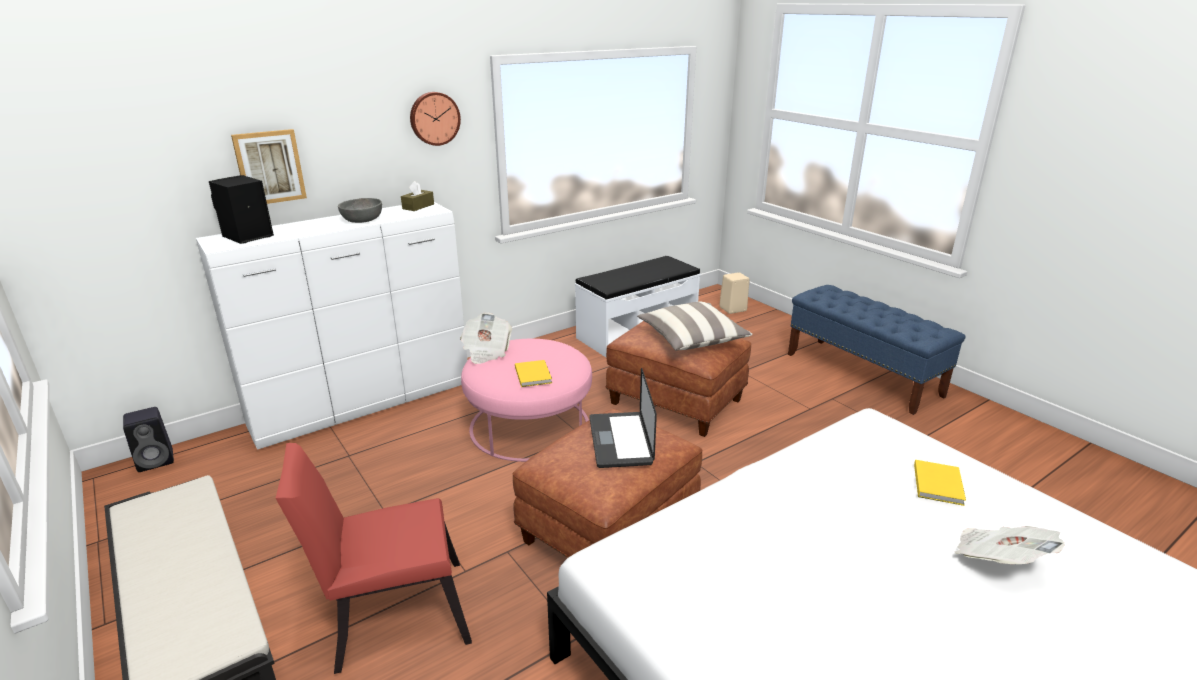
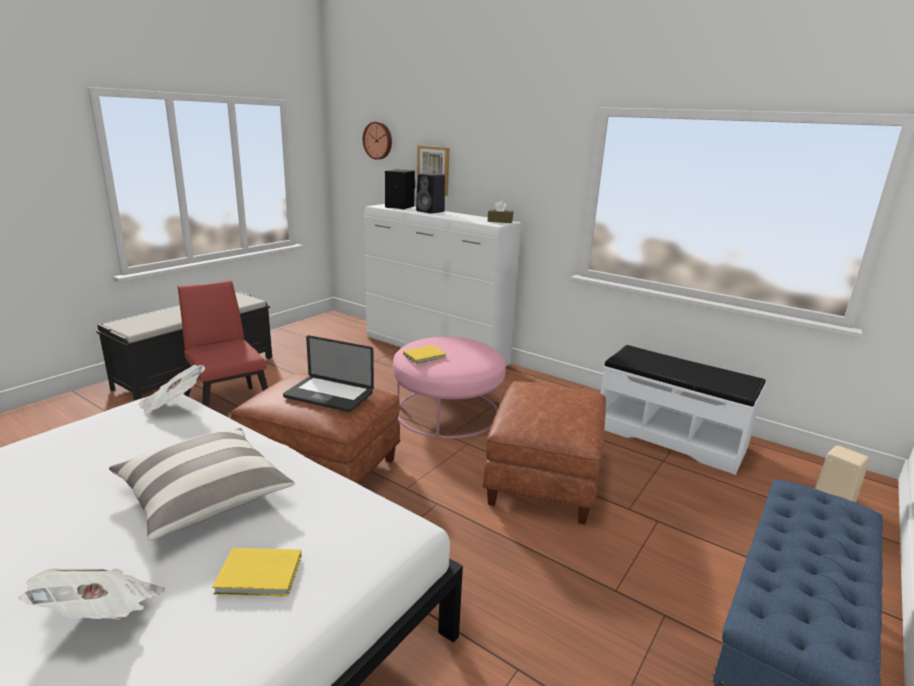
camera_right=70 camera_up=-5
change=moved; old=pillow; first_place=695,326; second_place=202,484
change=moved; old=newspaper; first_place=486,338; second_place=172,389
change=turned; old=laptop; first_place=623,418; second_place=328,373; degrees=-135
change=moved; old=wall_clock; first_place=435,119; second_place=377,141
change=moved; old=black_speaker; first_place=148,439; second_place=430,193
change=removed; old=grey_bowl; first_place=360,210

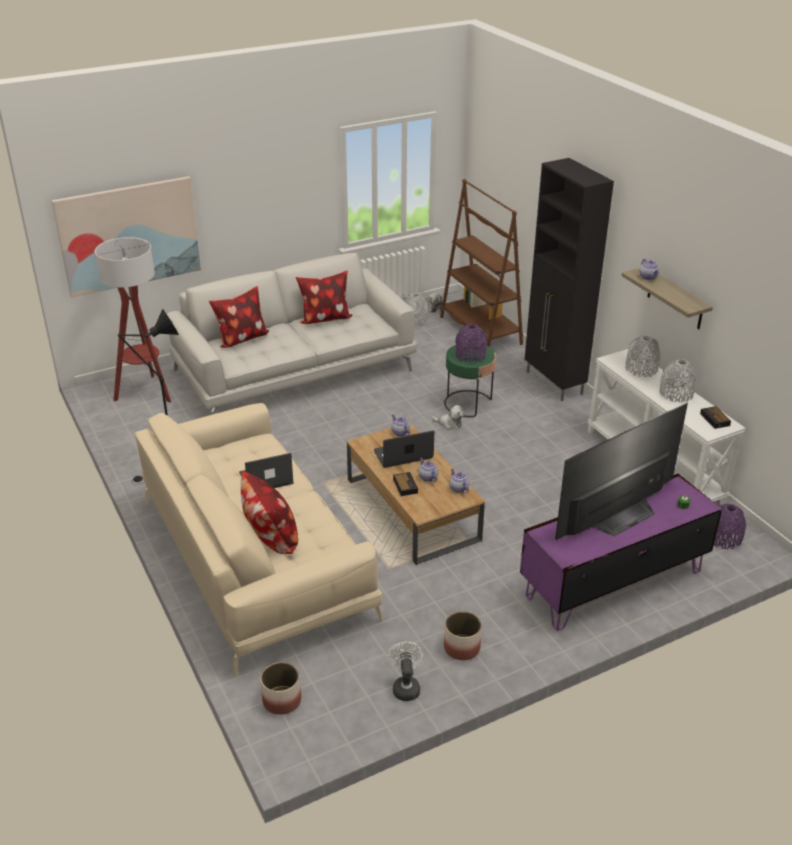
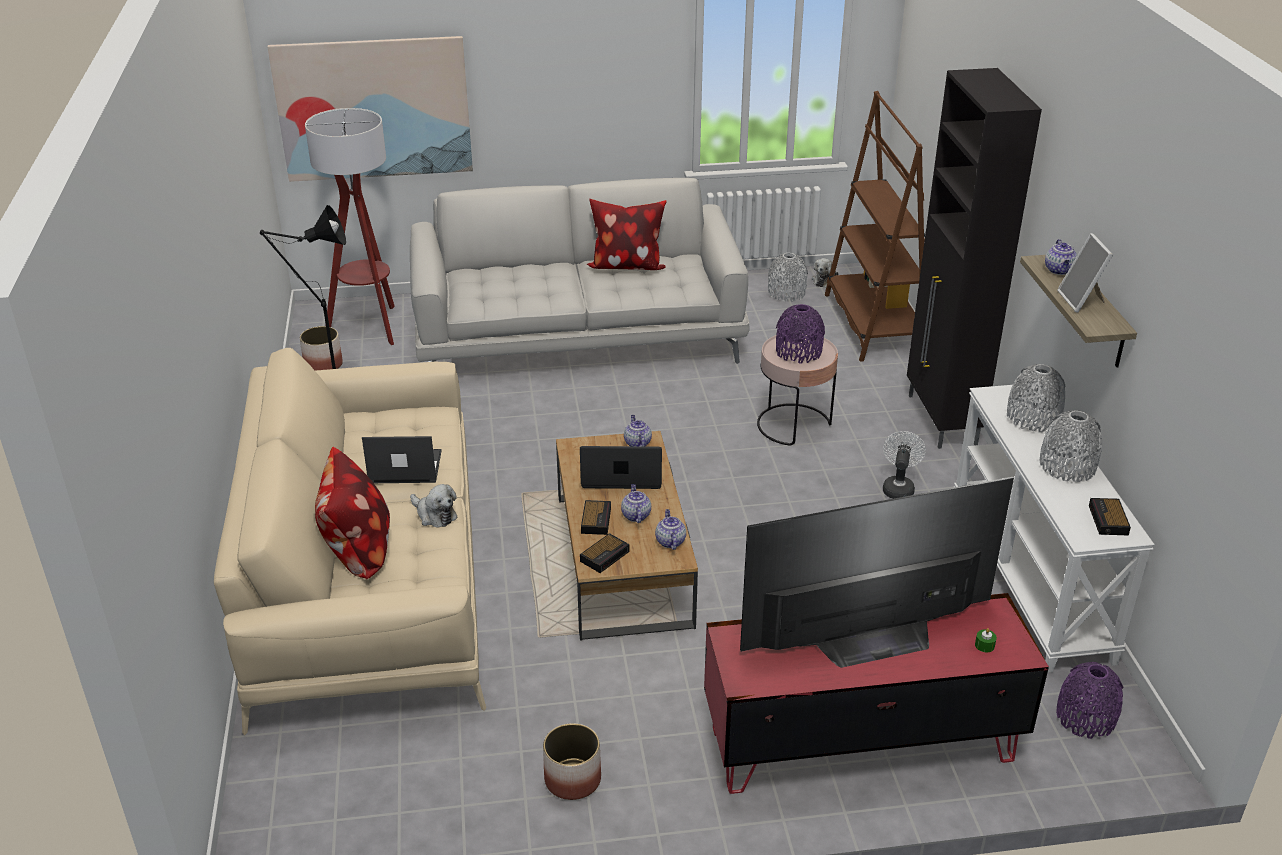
camera_right=20 camera_up=0
change=moved; old=planter; first_place=280,688; second_place=321,348
change=moved; old=plush_toy; first_place=447,417; second_place=433,506
change=added; new=alarm_clock; second_place=605,553
change=recoloured; old=purple_tv_stand; new=red_tv_stand; first_place=621,552; second_place=876,693
change=recoloured; old=green_side_table; new=pink_side_table; first_place=470,381; second_place=797,389
change=moved; old=white_fan; first_place=405,671; second_place=904,465
change=added; new=picture_frame; second_place=1085,273
change=removed; old=pillow; first_place=239,317

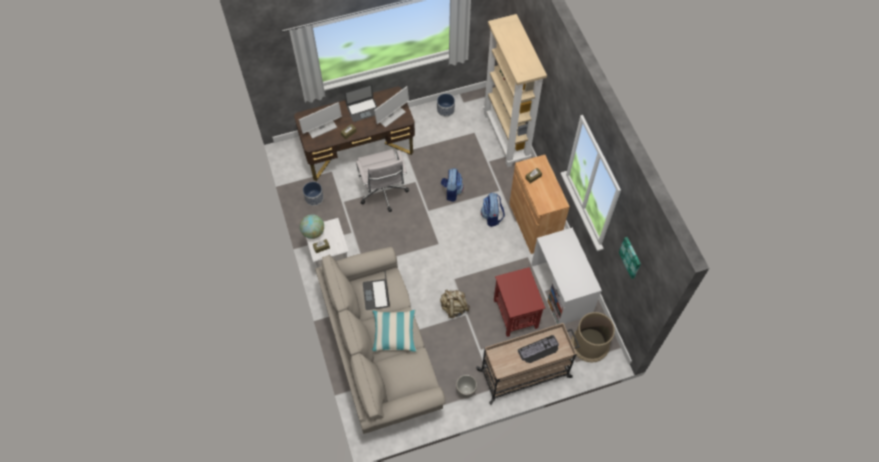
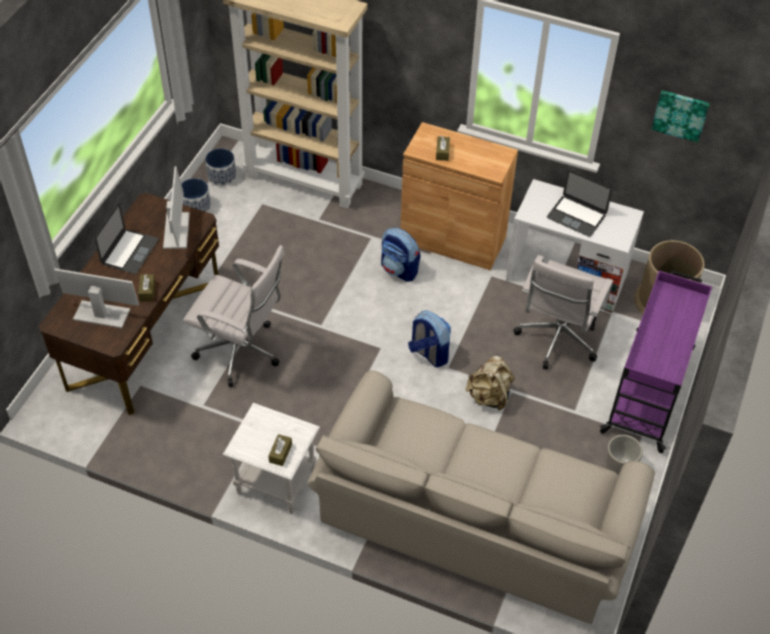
camera_right=-50 camera_up=-10
change=turned; old=monitor; first_place=320,120; second_place=96,298; degrees=-90
change=moved; old=planter; first_place=313,194; second_place=220,167
change=moved; old=backpack; first_place=452,185; second_place=429,339
change=replaced; old=red_side_table; new=white_office_chair; first_place=519,302; second_place=563,312
change=moved; old=laptop; first_place=376,289; second_place=579,203
change=recoloured; old=beige_cart; new=purple_cart; first_place=528,363; second_place=655,361
change=removed; old=globe; first_place=312,226
change=removed; old=pillow; first_place=394,331
change=removed; old=keyboard; first_place=538,349

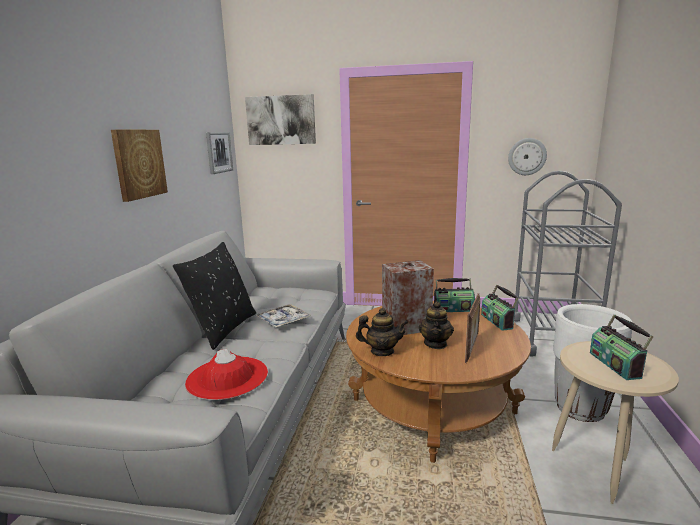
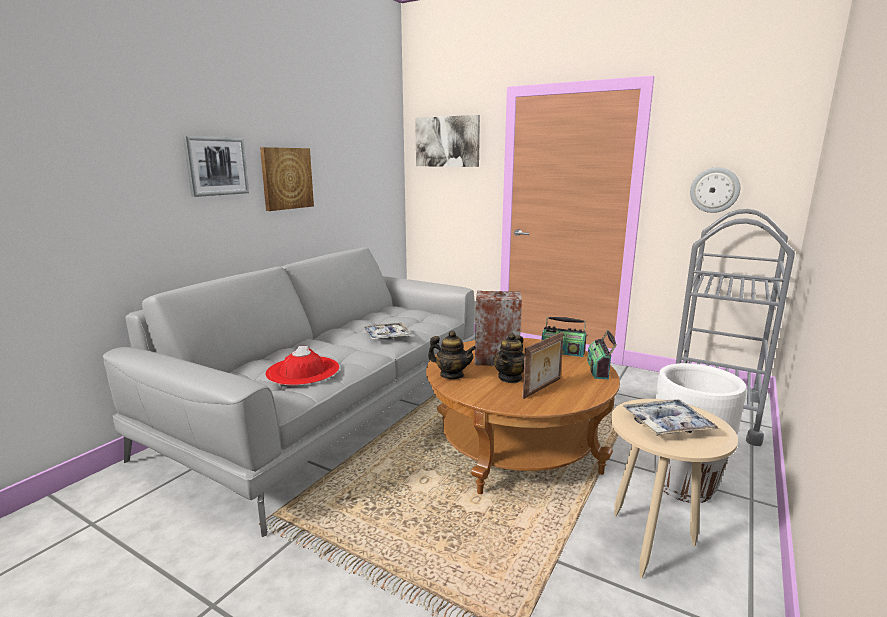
camera_right=20 camera_up=0
change=moved; old=picture; first_place=219,153; second_place=216,166
change=replaced; old=radio; new=tray; first_place=622,347; second_place=670,417
change=removed; old=black_pillow; first_place=214,296

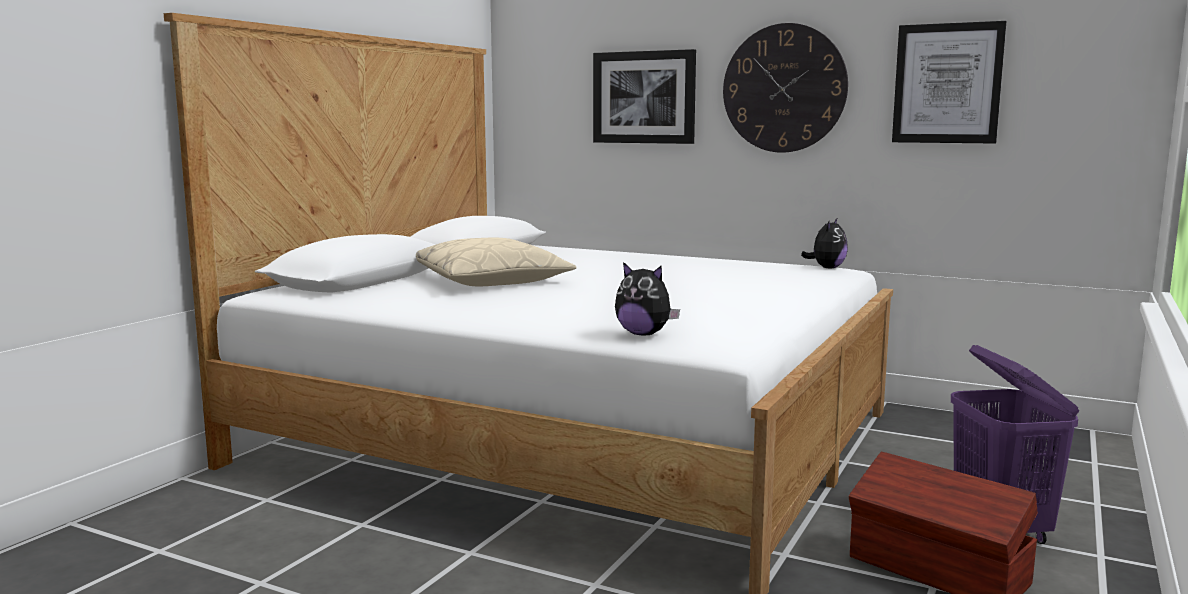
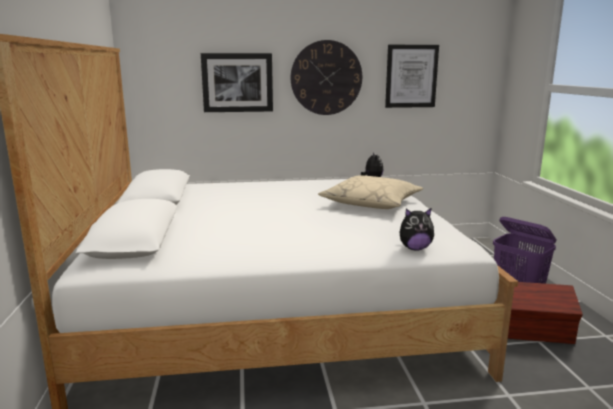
camera_right=-35 camera_up=5
change=moved; old=beige_pillow; first_place=496,262; second_place=370,192

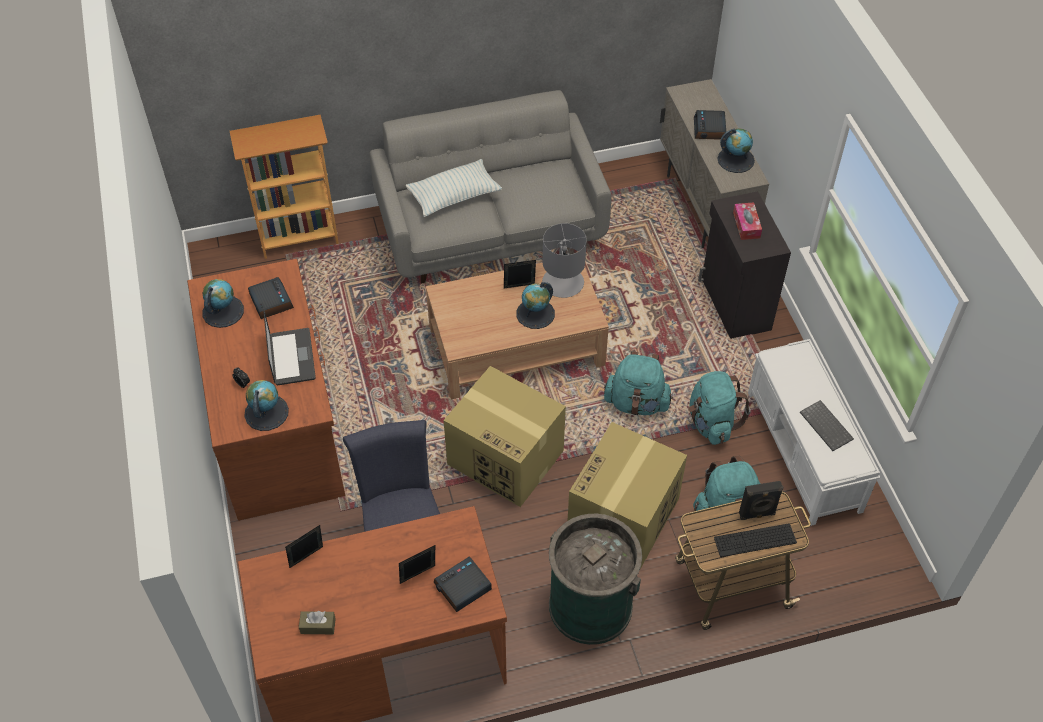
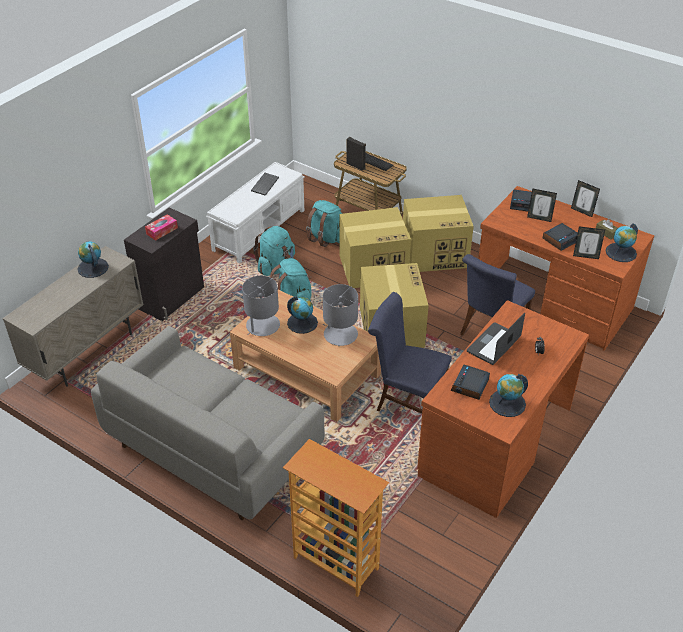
camera_right=-130 camera_up=-10
change=added; new=grey_table_lamp; second_place=340,315
change=added; new=blue_chair; second_place=410,353
change=replaced; old=green_trash_can; new=cardboard_box; first_place=595,579; second_place=438,233
change=moved; old=alarm_clock; first_place=710,125; second_place=560,237
change=moved; old=picture_frame; first_place=520,274; second_place=585,198
change=moved; old=globe; first_place=266,405; second_place=622,242
change=removed; old=pillow; first_place=454,188

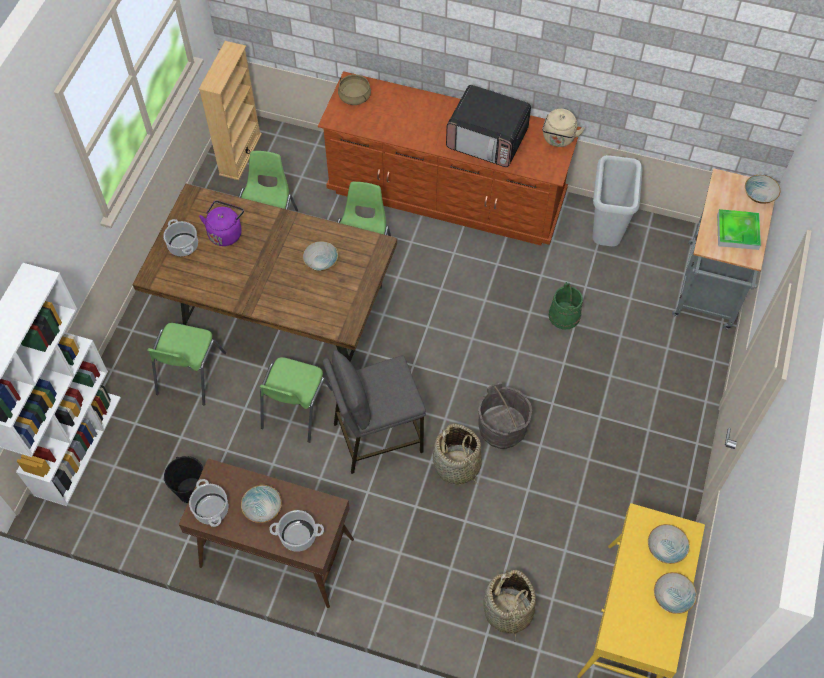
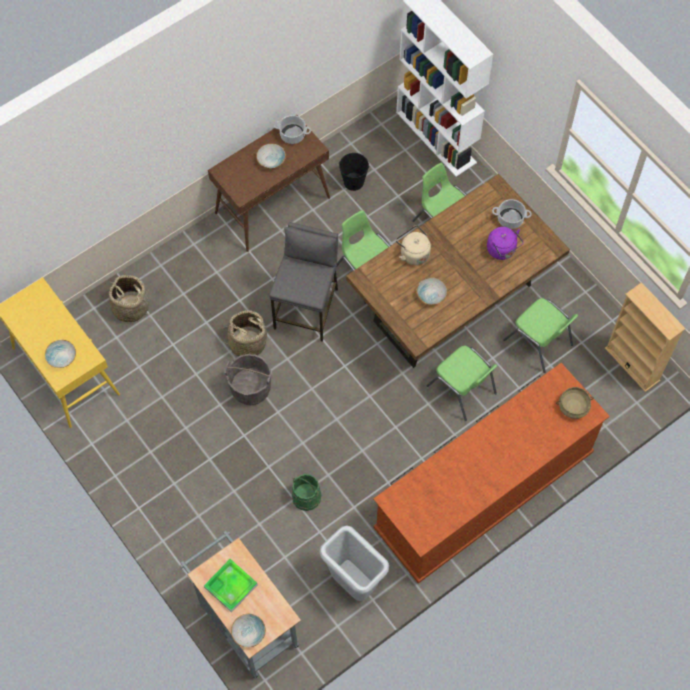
camera_right=125 camera_up=5
change=moved; old=beige_kettle; first_place=563,128; second_place=413,245
change=removed; old=cooking_pot; first_place=296,531
change=removed; old=microwave; first_place=488,126
change=removed; old=bowl; first_place=675,593

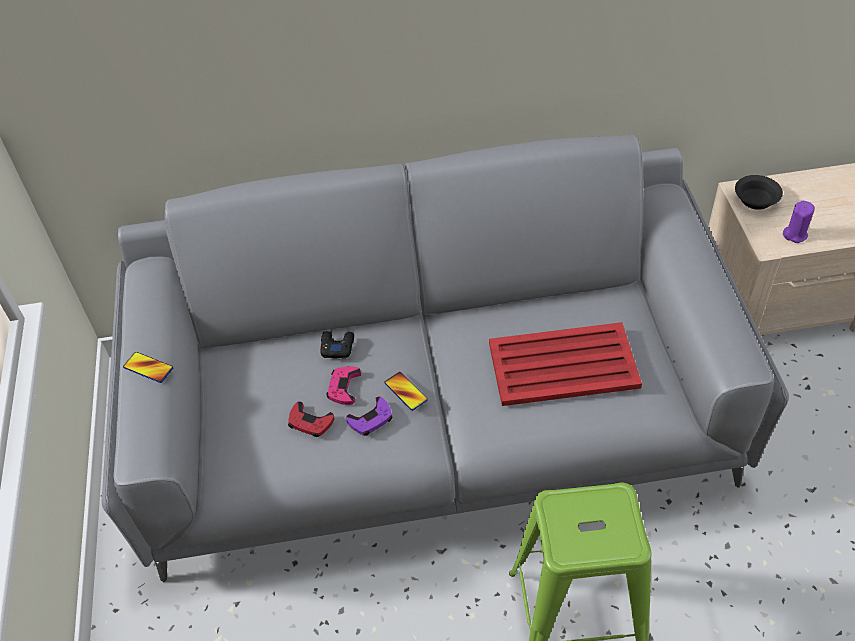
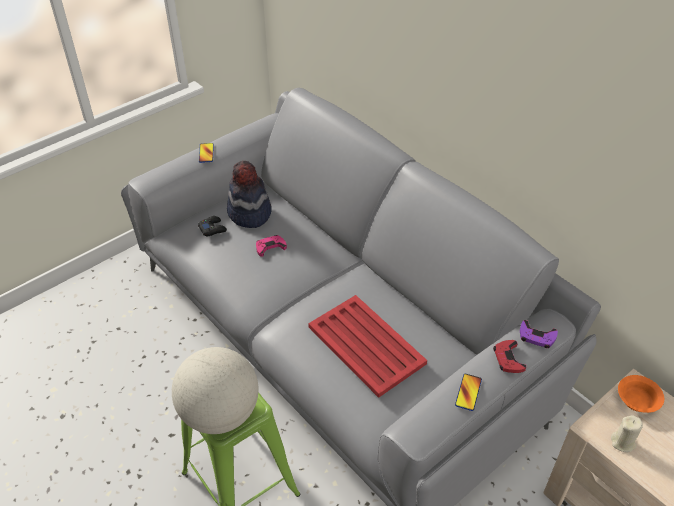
camera_right=55 camera_up=-5
change=added; new=globe; second_place=215,390
change=moved; old=black_game_controller; first_place=337,345; second_place=212,226
change=added; new=hat; second_place=249,194
change=moved; old=phone; first_place=406,391; second_place=468,392
change=moved; old=red_game_controller; first_place=311,419; second_place=509,356
change=moved; old=purple_game_controller; first_place=369,416; second_place=539,334
change=recoloured; old=purple_candle; new=beige_candle; first_place=799,222; second_place=627,434
change=recoloured; old=black_bowl; new=orange_bowl; first_place=759,192; second_place=641,394

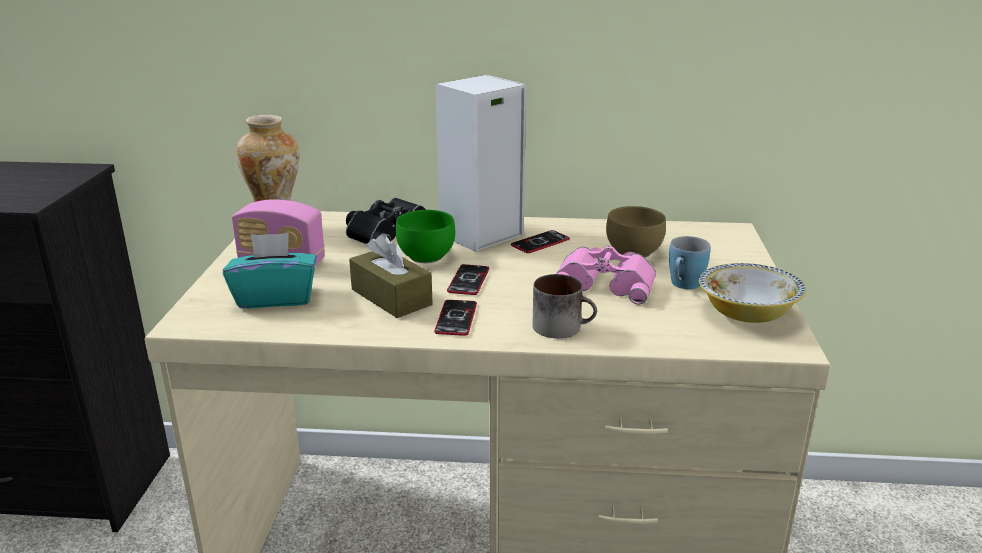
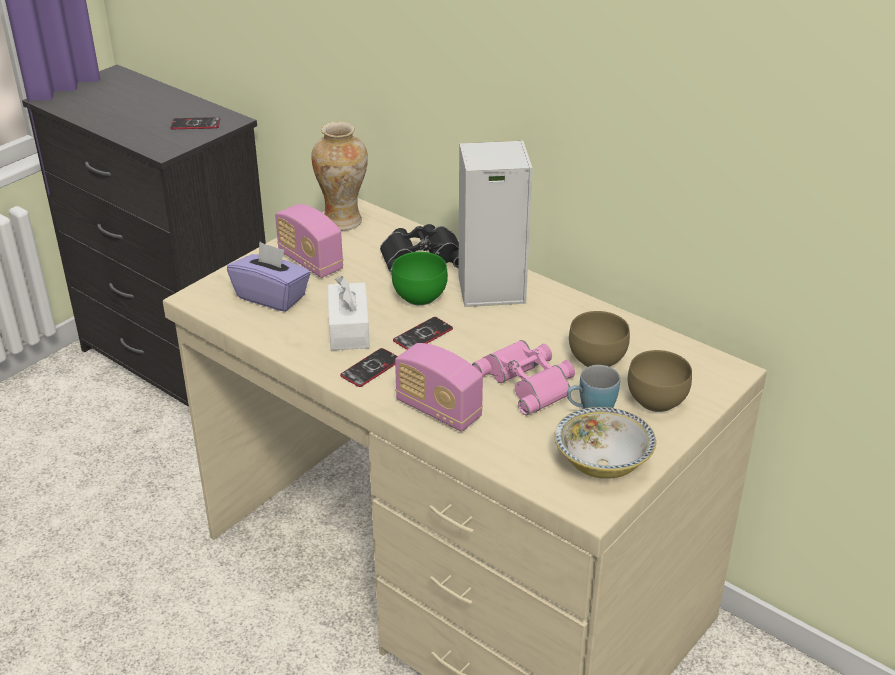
camera_right=35 camera_up=10
change=moved; old=phone; first_place=540,241; second_place=195,123
change=recoloured; old=turquoise_tissue_box; new=purple_tissue_box; first_place=270,270; second_place=269,276
change=recoloured; old=brown_tissue_box; new=white_tissue_box; first_place=391,276; second_place=349,313
change=replaced; old=mug; new=radio; first_place=564,306; second_place=439,387
change=added; new=brown_bowl; second_place=660,381

